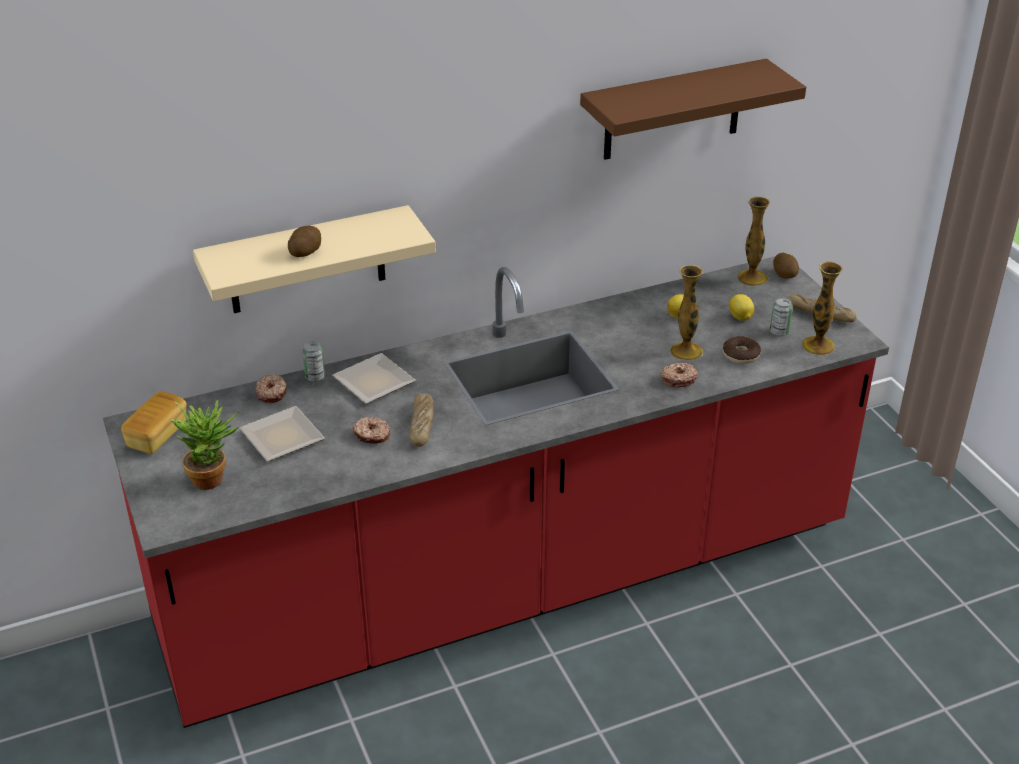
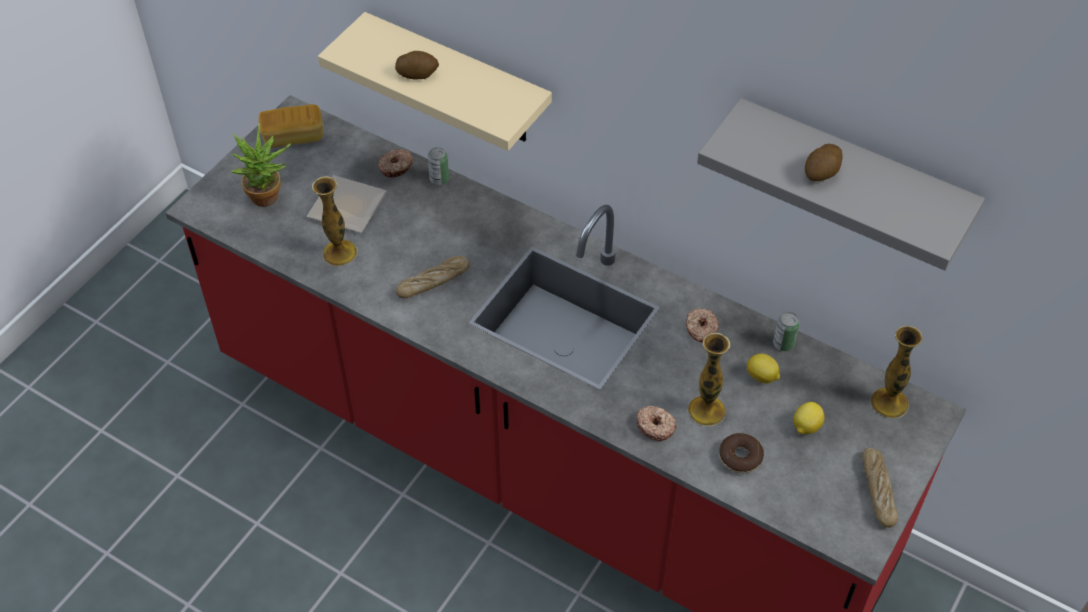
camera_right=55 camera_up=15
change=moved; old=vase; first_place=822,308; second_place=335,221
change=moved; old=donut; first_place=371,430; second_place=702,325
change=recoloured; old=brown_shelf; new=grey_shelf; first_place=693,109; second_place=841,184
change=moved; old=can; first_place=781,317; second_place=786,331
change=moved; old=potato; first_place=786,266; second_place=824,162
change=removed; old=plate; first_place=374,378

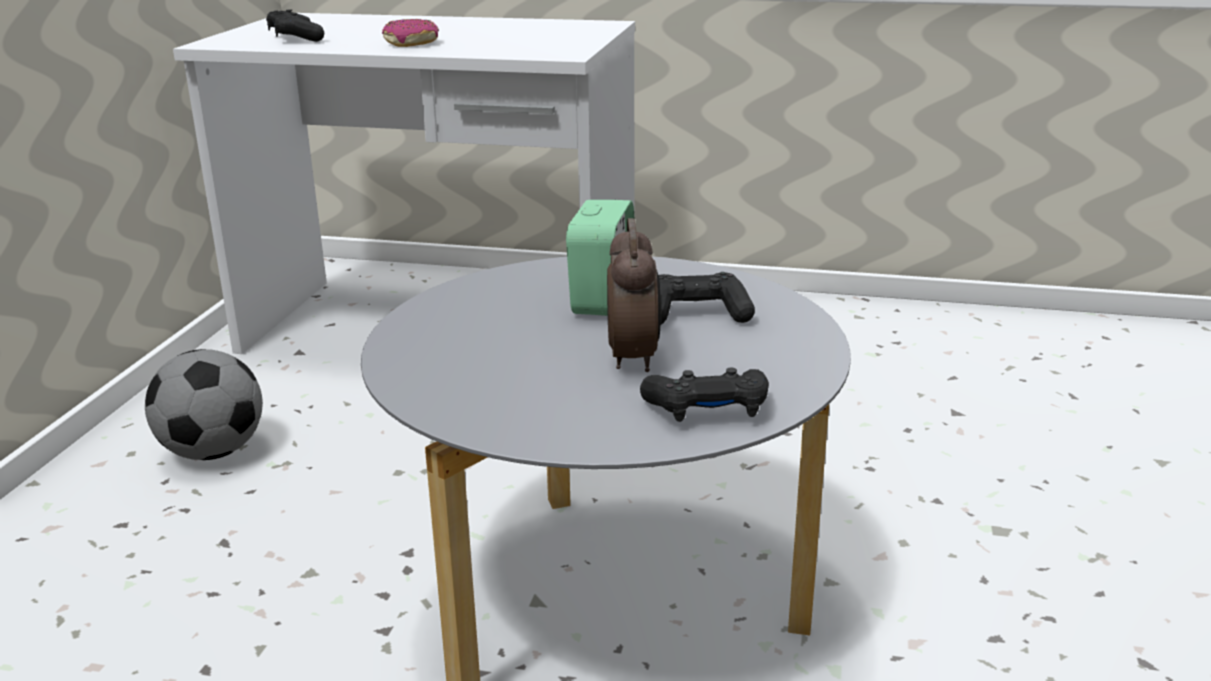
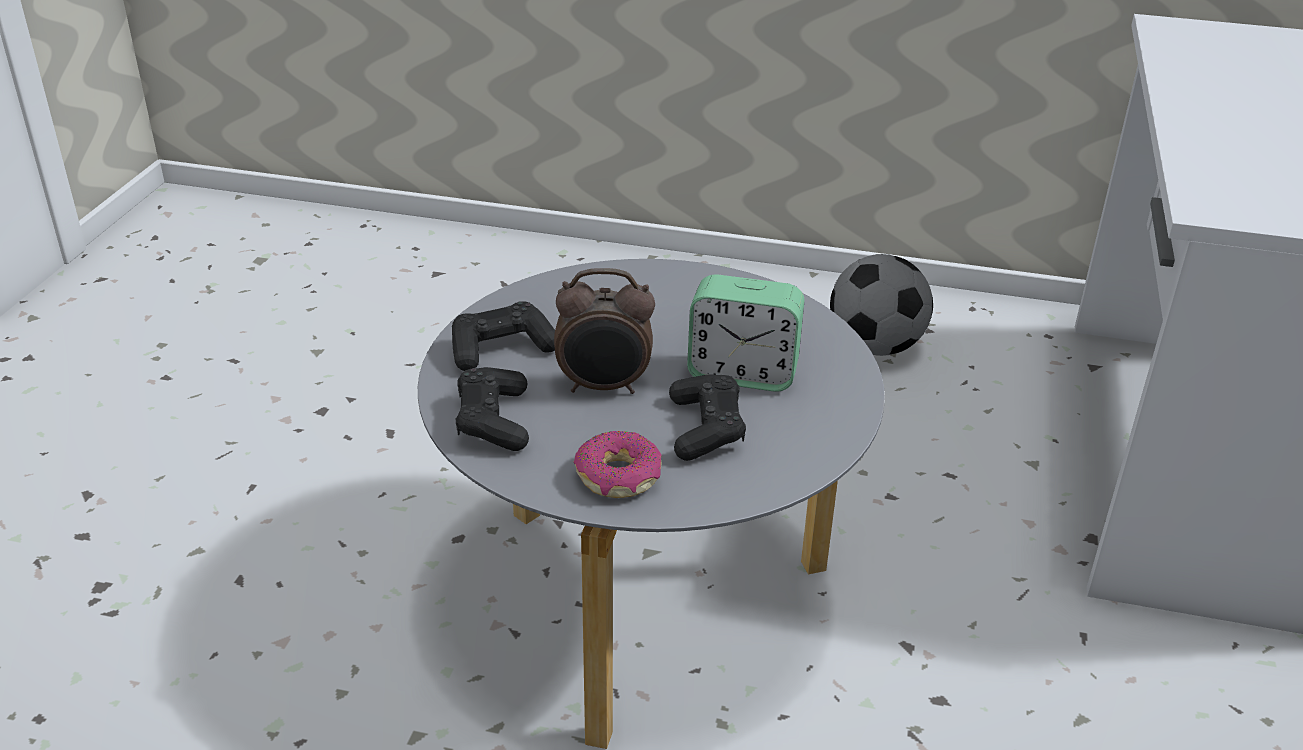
camera_right=90 camera_up=10
change=moved; old=black_game_controller; first_place=295,25; second_place=503,336
change=moved; old=donut; first_place=410,33; second_place=618,464

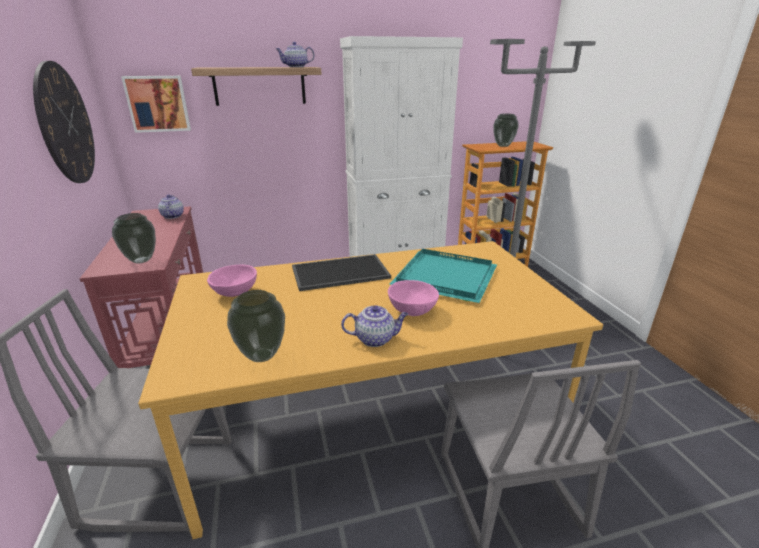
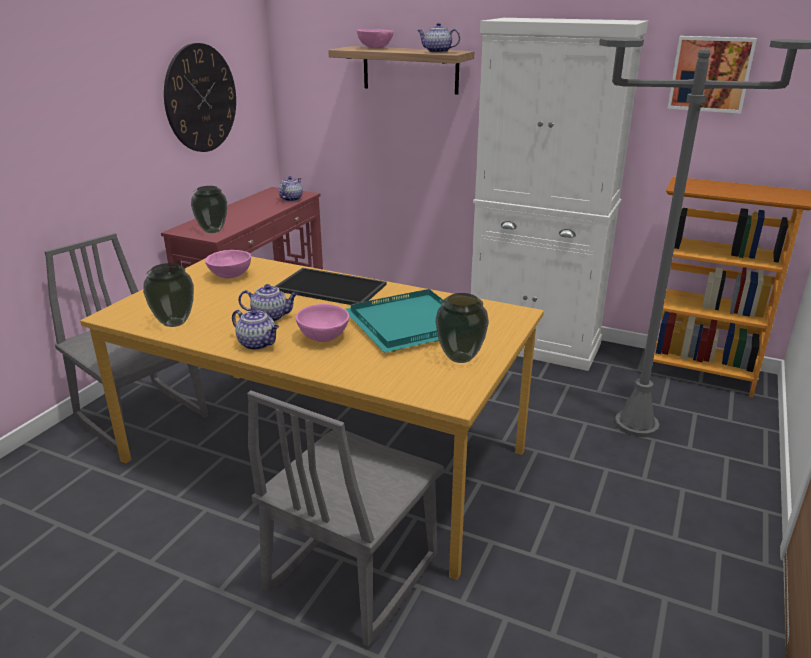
camera_right=40 camera_up=0
change=added; new=teapot; second_place=268,303
change=added; new=pink_bowl; second_place=375,38
change=moved; old=vase; first_place=506,130; second_place=462,328
change=moved; old=picture; first_place=156,104; second_place=712,75

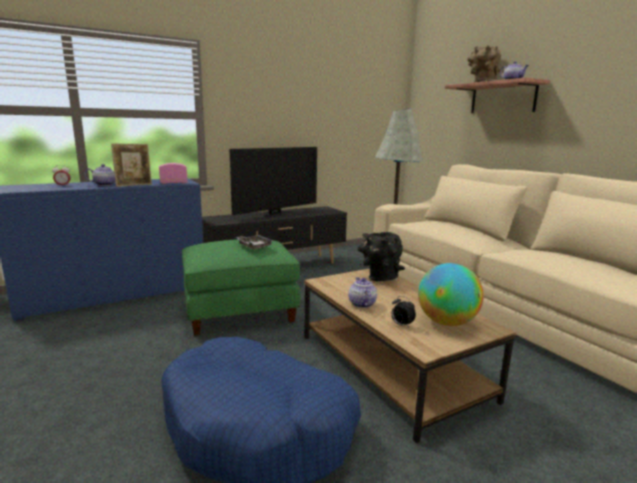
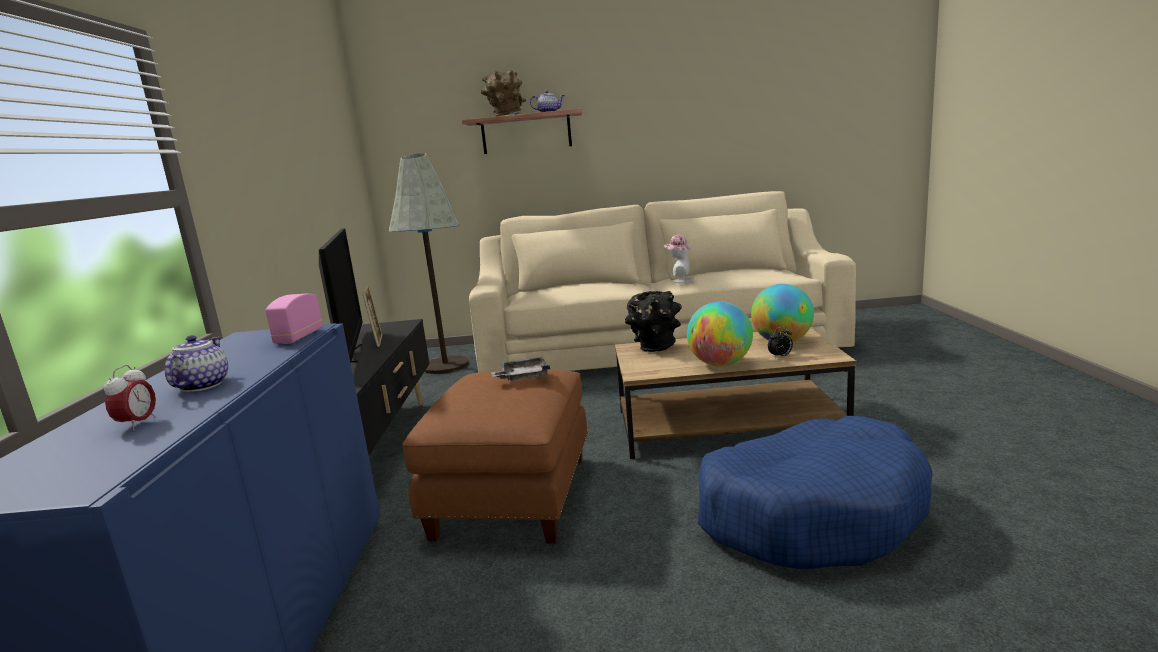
camera_right=-60 camera_up=0
change=moved; old=picture_frame; first_place=131,165; second_place=372,316
change=recoloured; old=green_ottoman; new=brown_ottoman; first_place=241,287; second_place=495,456
change=added; new=hat; second_place=679,259
change=replaced; old=teapot; new=globe; first_place=362,292; second_place=720,334

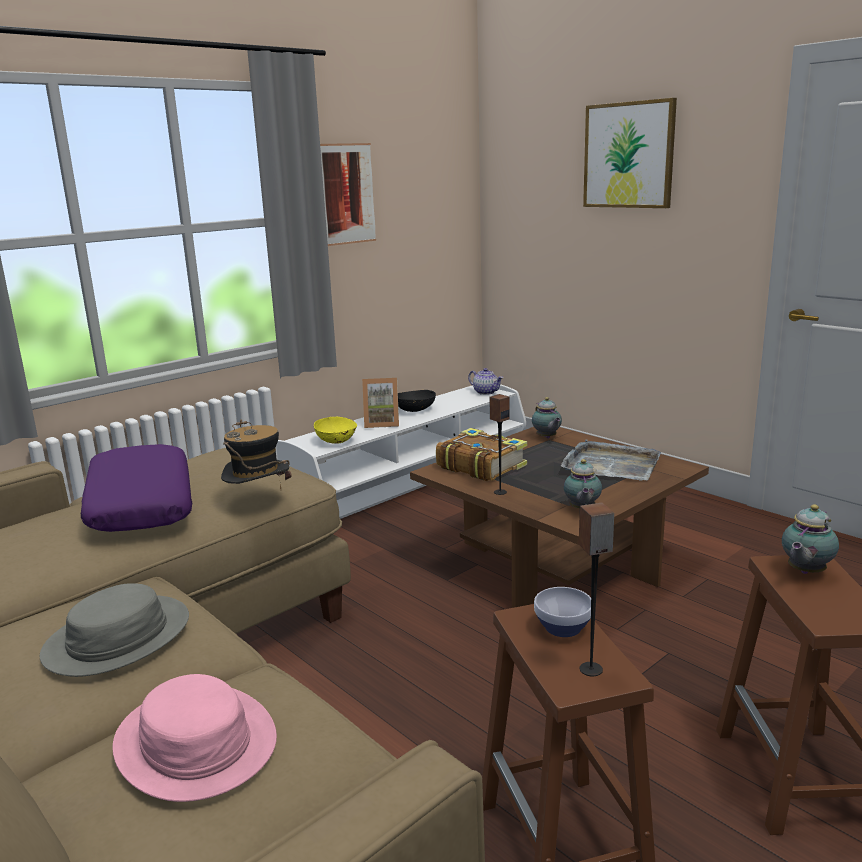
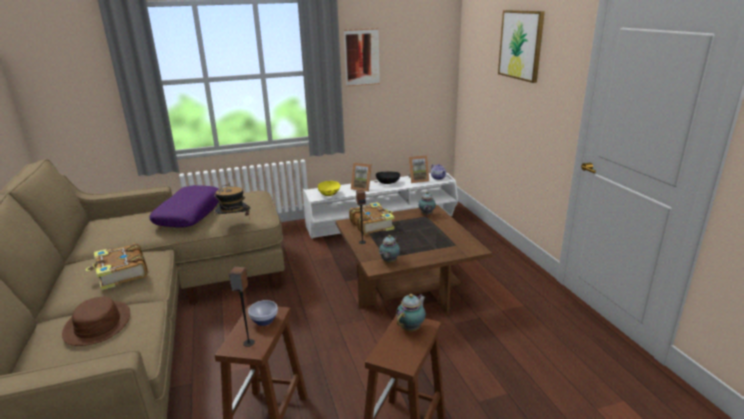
camera_right=25 camera_up=5
change=recoloured; old=pink_hat; new=brown_hat; first_place=194,738; second_place=96,321
change=replaced; old=grey_hat; new=book; first_place=114,630; second_place=117,266
change=turned; old=teapot; first_place=810,539; second_place=411,312; degrees=150
change=added; new=picture_frame; second_place=418,169
change=removed; old=grey_tray; first_place=611,460

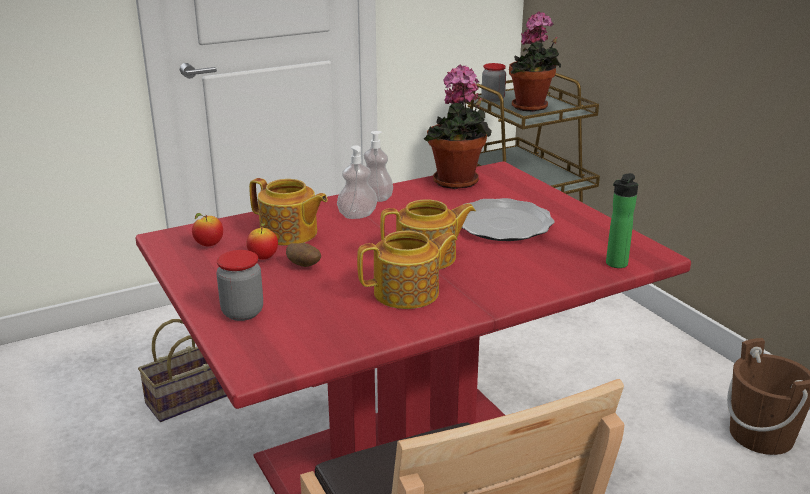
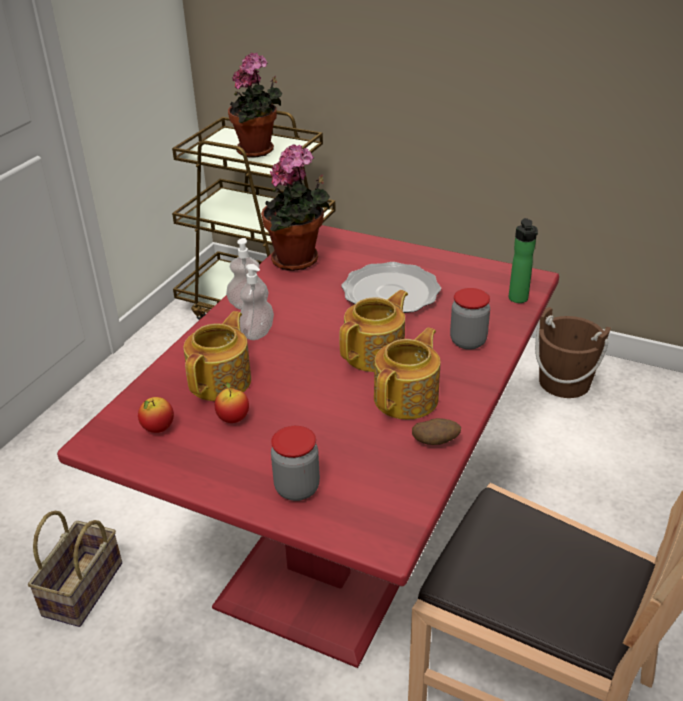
camera_right=-35 camera_up=10
change=turned; old=teapot; first_place=288,212; second_place=217,356; degrees=-60
change=moved; old=potato; first_place=303,255; second_place=436,431
change=moved; old=jar; first_place=493,82; second_place=470,319

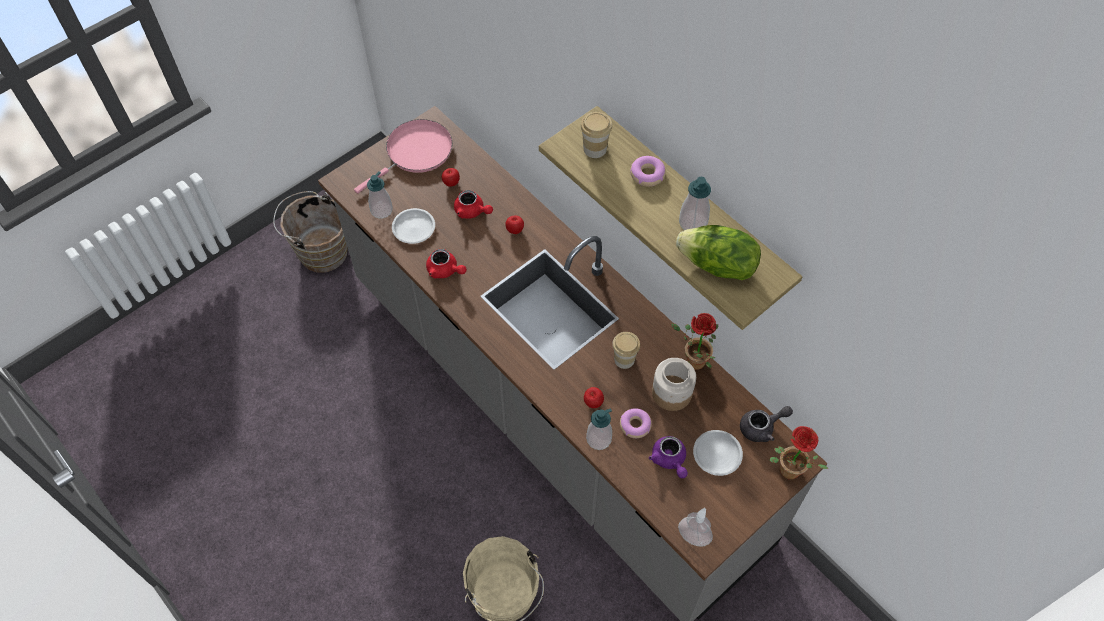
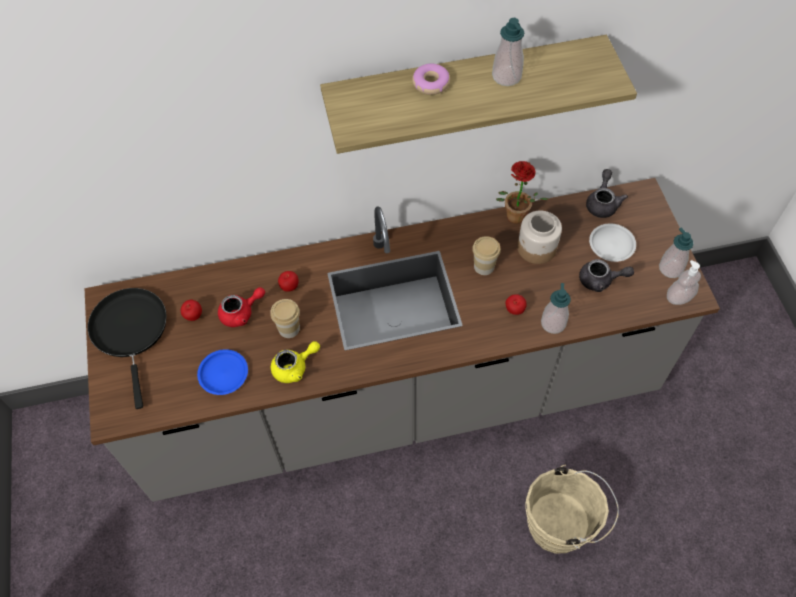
camera_right=-60 camera_up=0
change=recoloured; old=pink_frying_pan; new=black_frying_pan; first_place=403,156; second_place=127,348
change=recoloured; old=white_plate; new=blue_plate; first_place=413,226; second_place=222,372
change=moved; old=cup; first_place=596,135; second_place=285,318
change=recoloured; old=red_teapot; new=yellow_teapot; first_place=446,263; second_place=295,362
change=recoloured; old=purple_teapot; new=grey_teapot; first_place=668,457; second_place=606,275
change=moved; old=soap_dispenser; first_place=380,194; second_place=676,252
change=removed; old=brown_bucket; first_place=310,232
change=removed; old=donut; first_place=636,423
change=removed; old=lettuce; first_place=718,252
change=removed; old=potted_plant; first_place=799,453

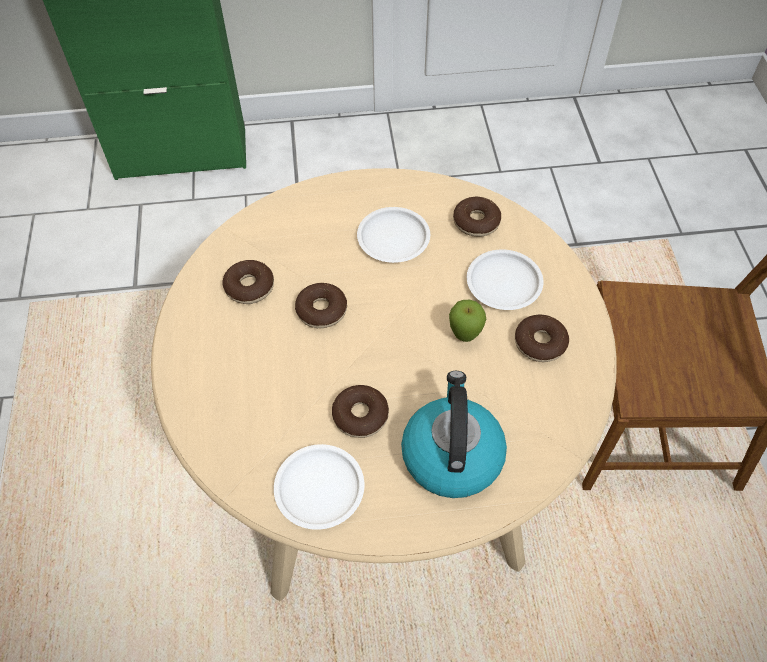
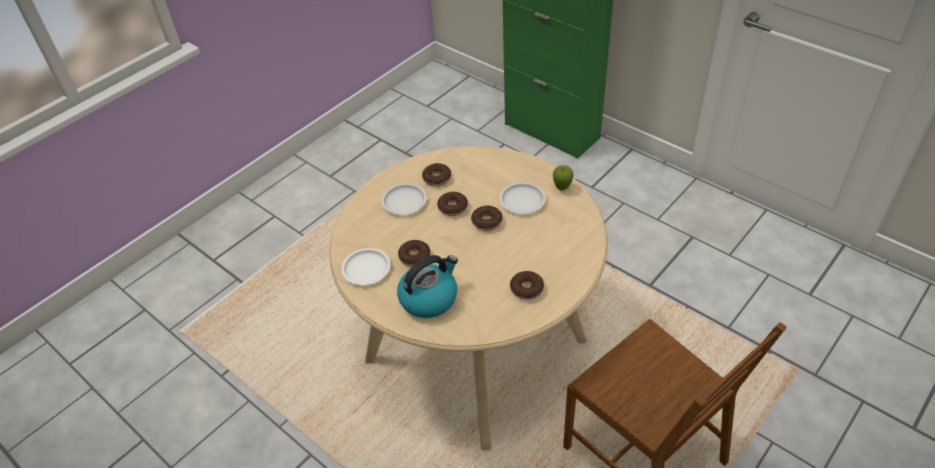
camera_right=50 camera_up=-10
change=moved; old=white_plate; first_place=505,279; second_place=404,199
change=moved; old=donut; first_place=477,217; second_place=486,218
change=moved; old=apple; first_place=467,321; second_place=563,178

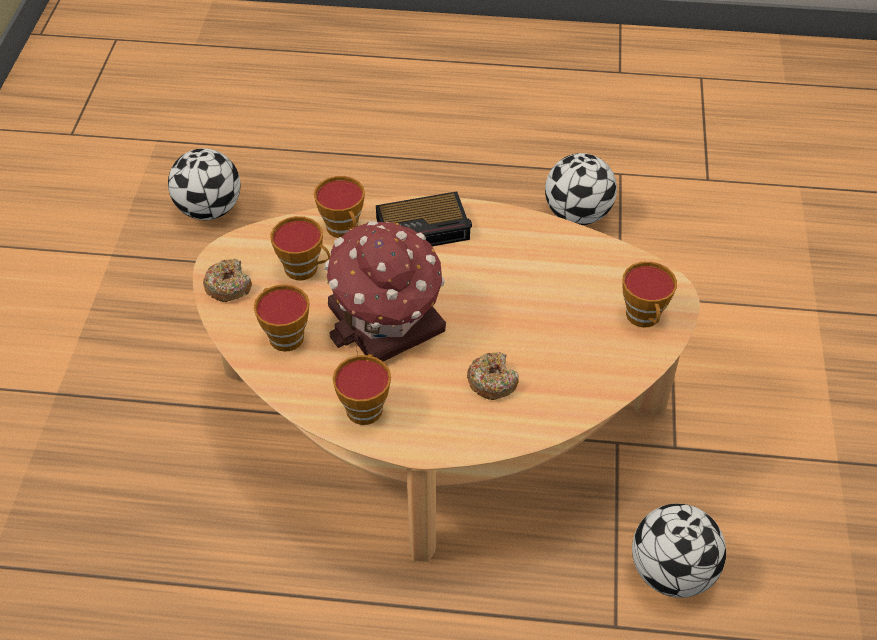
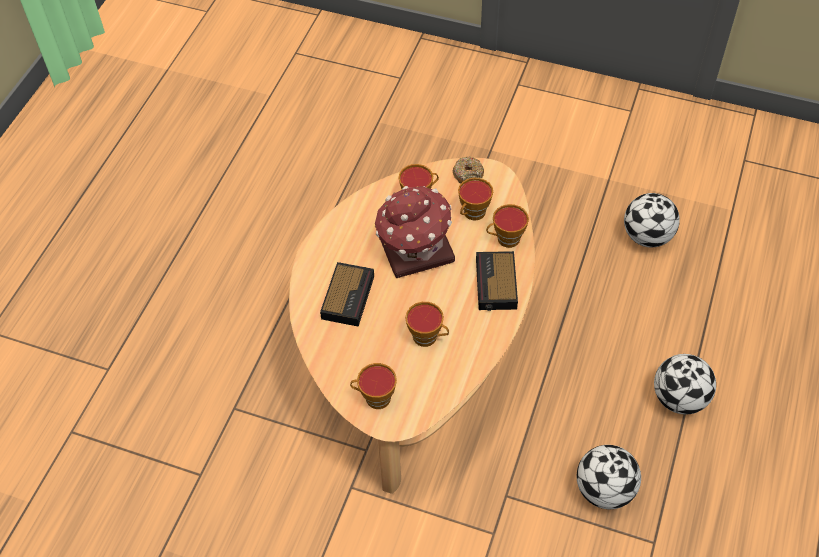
camera_right=105 camera_up=5
change=replaced; old=donut; new=alarm_clock; first_place=493,376; second_place=347,294
change=moved; old=cup; first_place=362,389; second_place=427,324
change=moved; old=football; first_place=679,551; second_place=685,384

